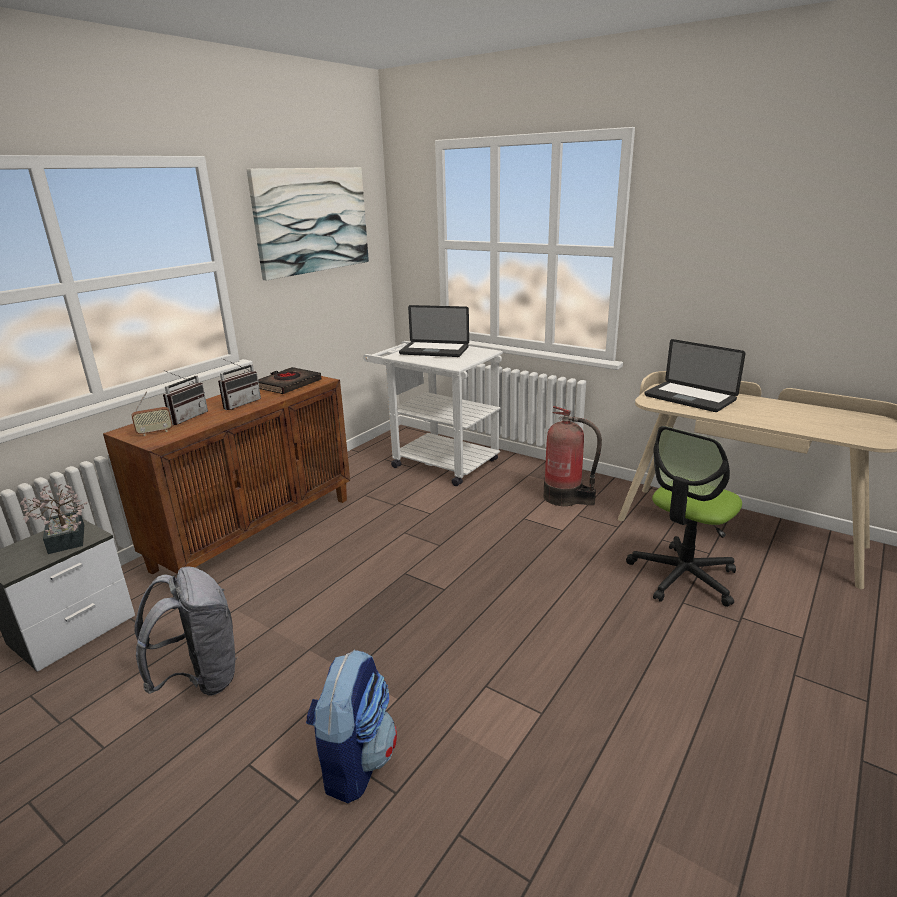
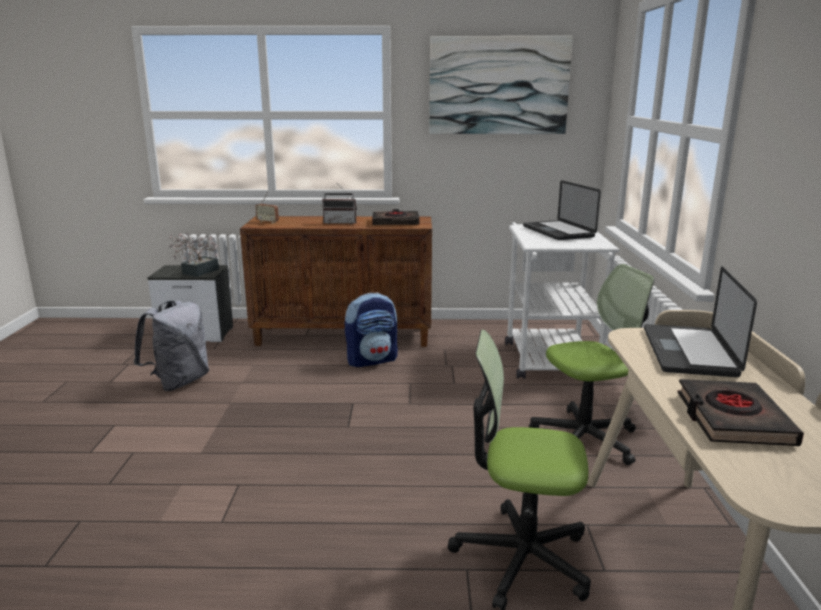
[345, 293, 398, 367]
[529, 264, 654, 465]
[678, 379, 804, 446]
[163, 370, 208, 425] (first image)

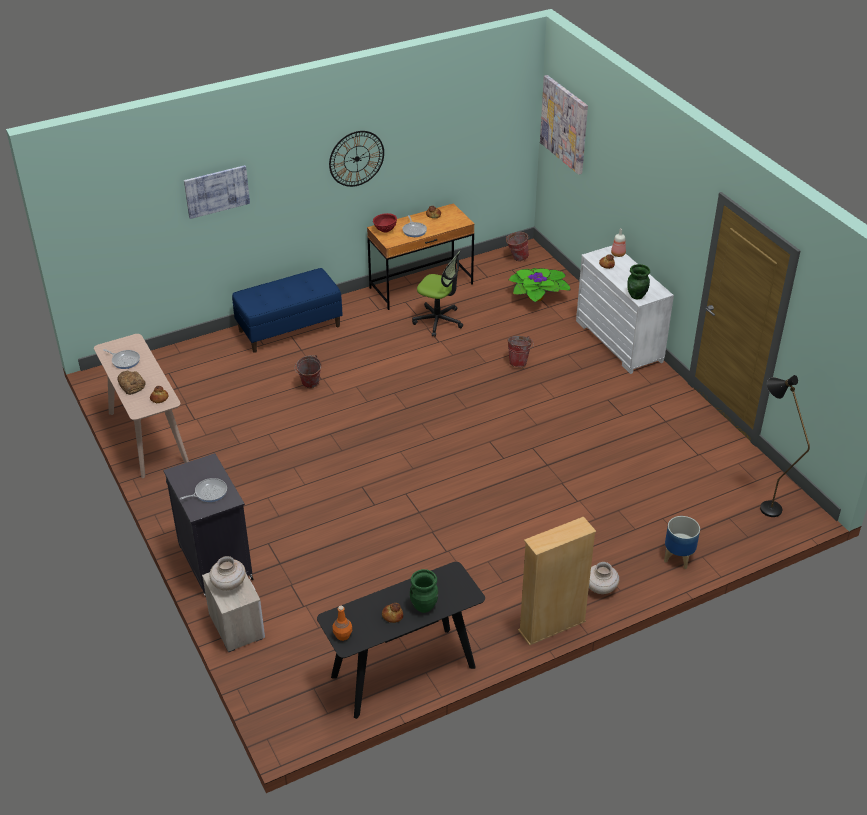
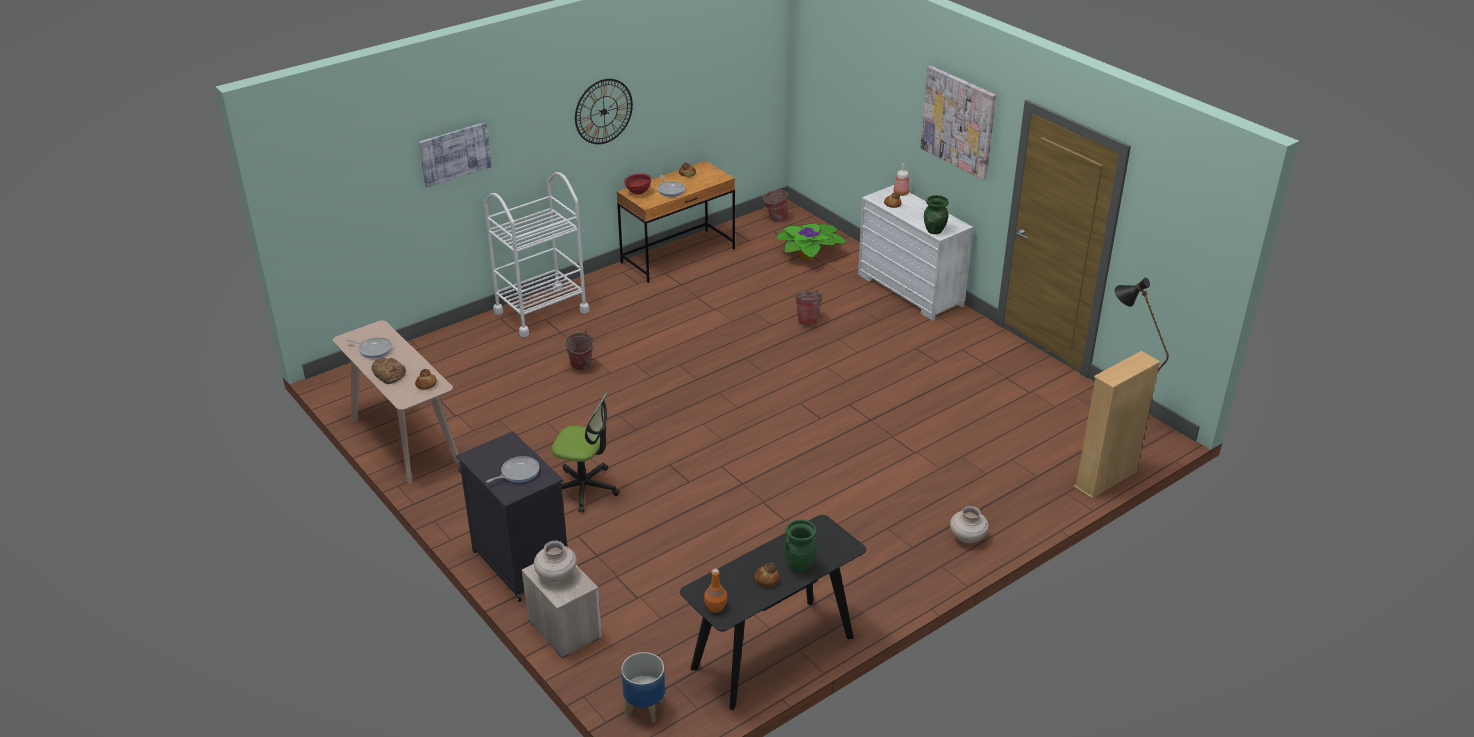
[484, 172, 589, 337]
[552, 392, 620, 513]
[621, 652, 665, 723]
[921, 66, 996, 180]
[1074, 351, 1160, 499]

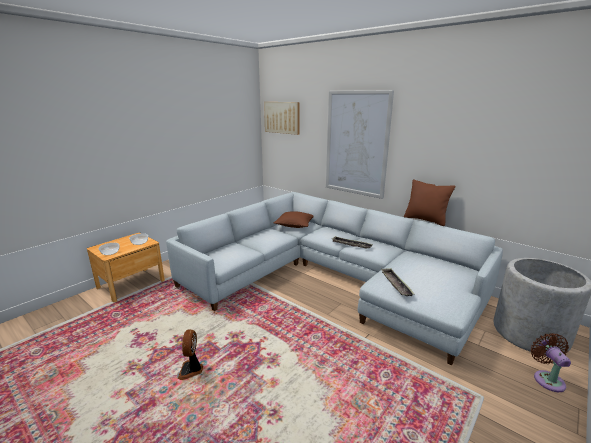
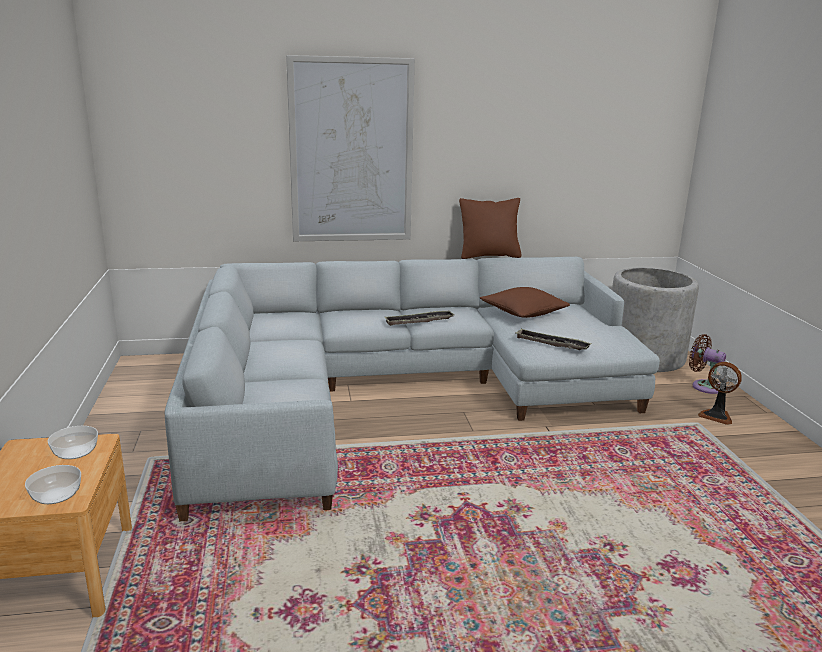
[480, 287, 570, 318]
[698, 362, 742, 425]
[264, 102, 300, 135] (first image)

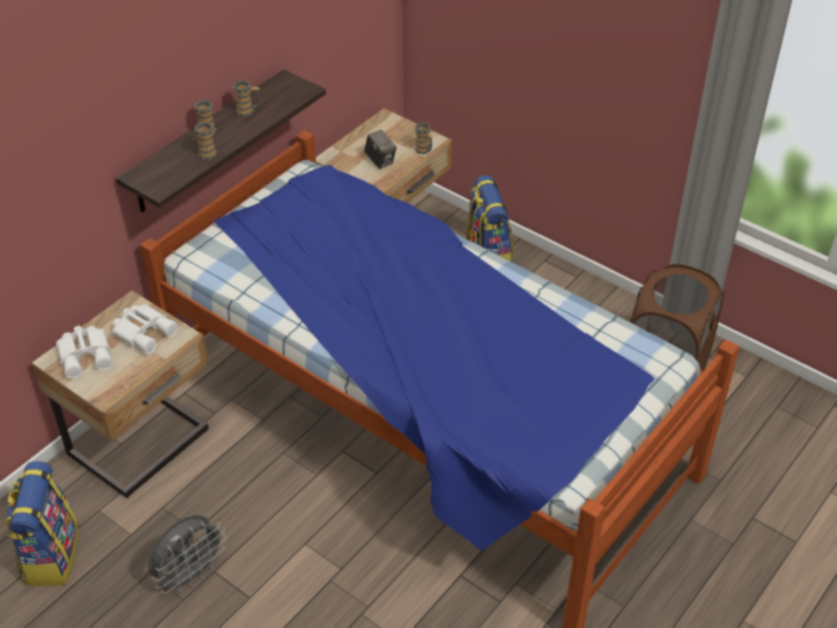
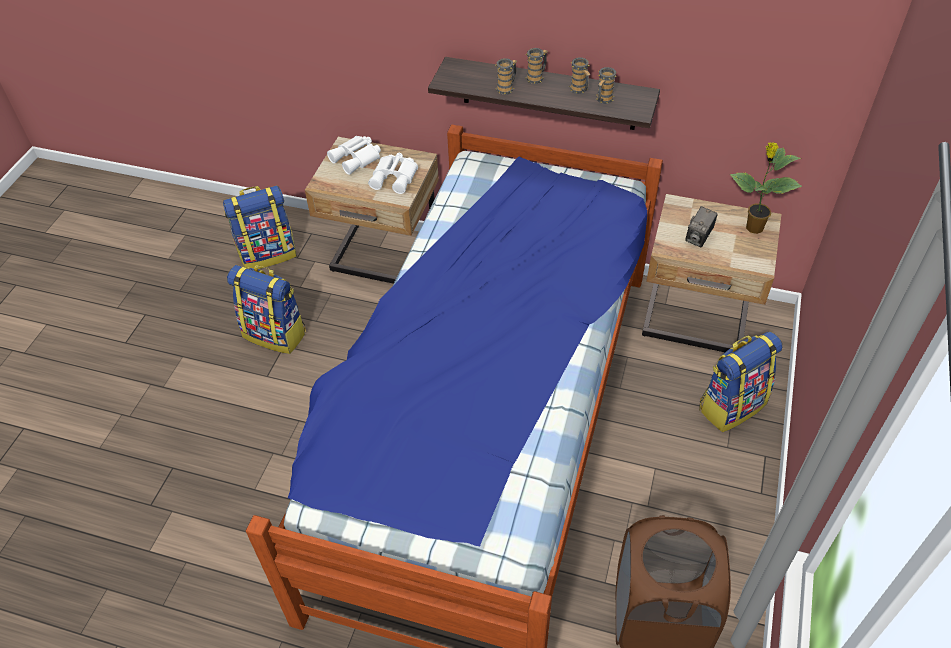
[227, 265, 306, 354]
[596, 67, 617, 104]
[730, 142, 802, 234]

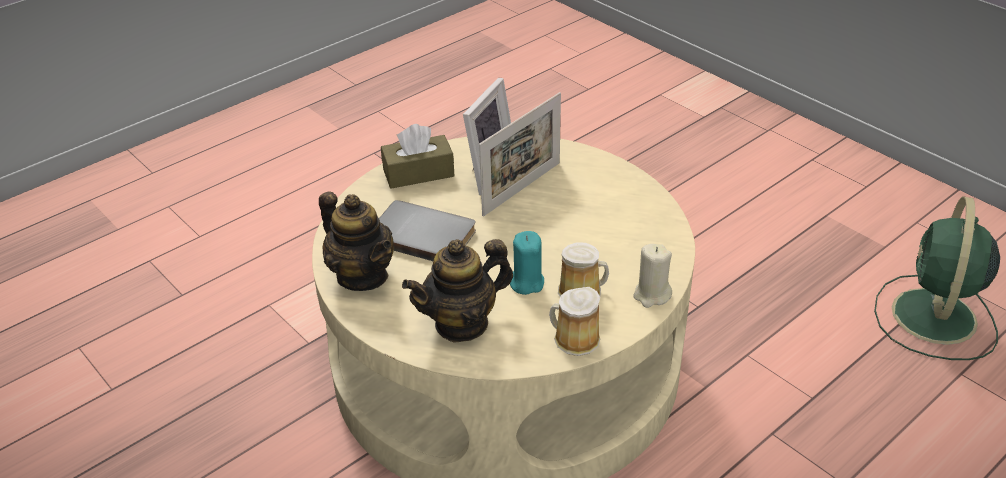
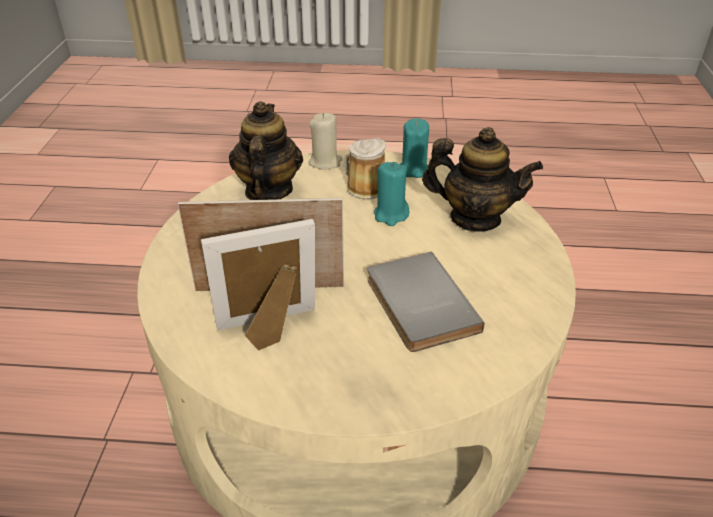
[229, 101, 303, 200]
[399, 119, 429, 178]
[381, 124, 455, 189] (first image)
[874, 196, 1000, 360] (first image)

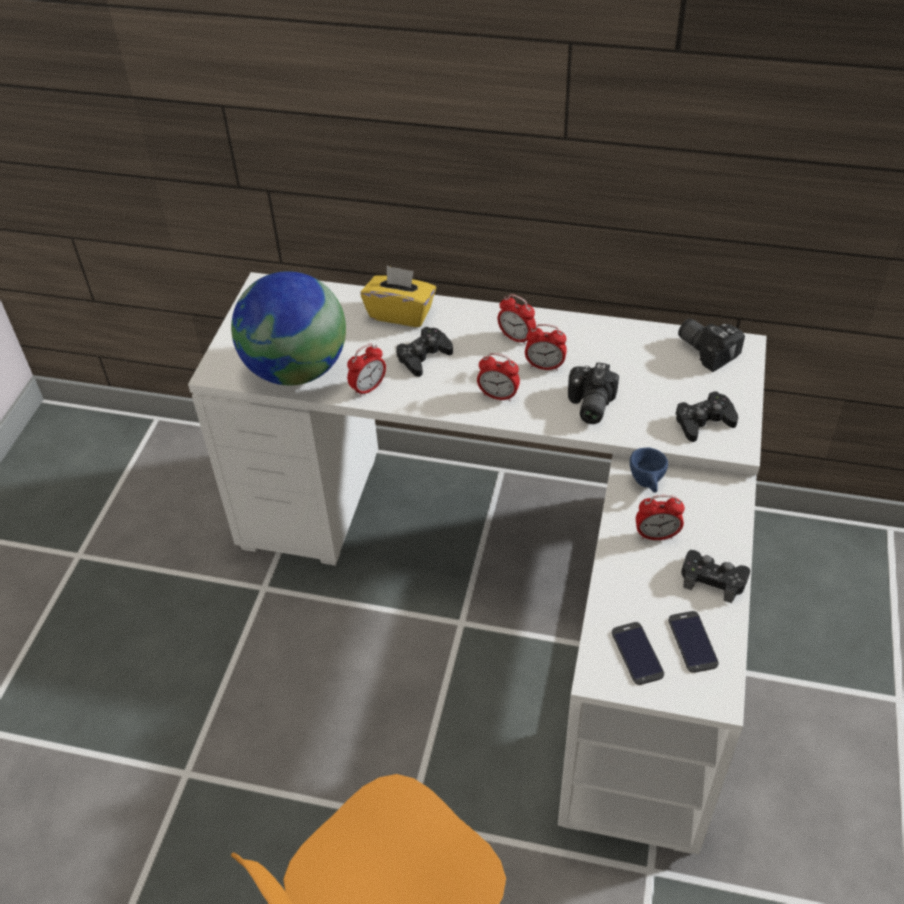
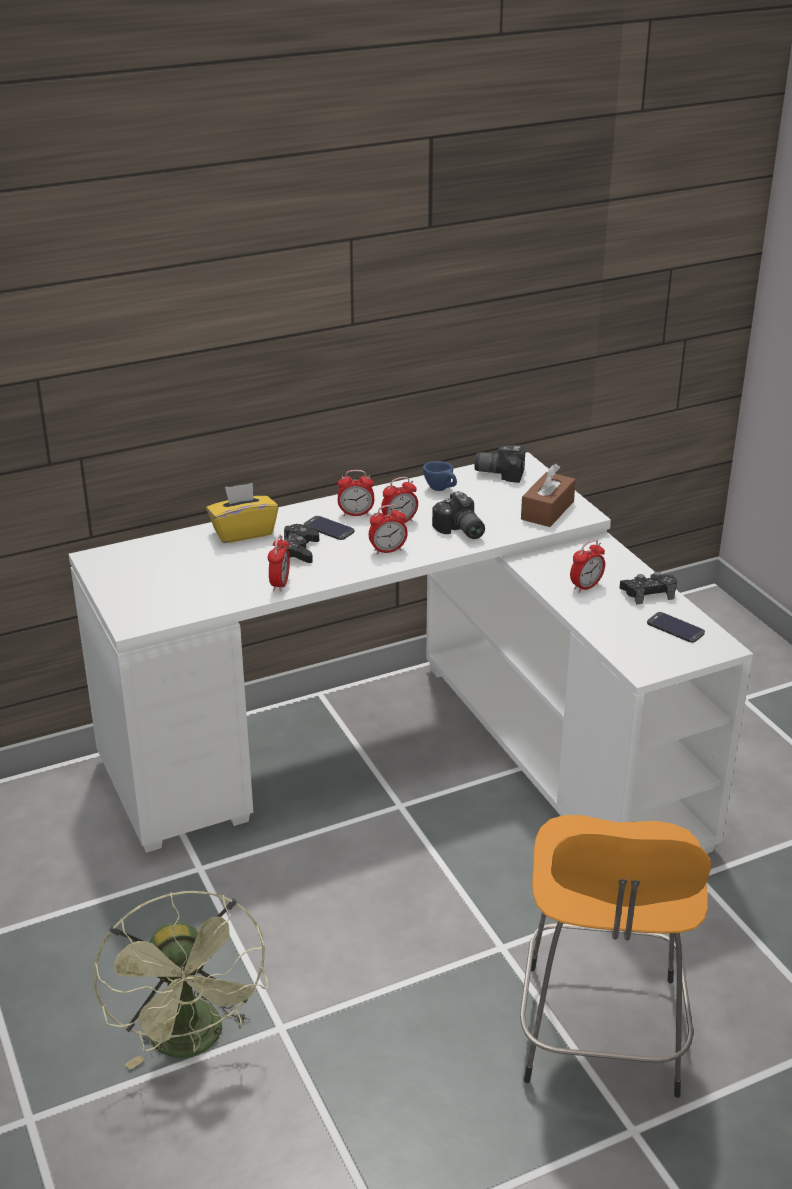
[94, 891, 268, 1070]
[304, 516, 355, 540]
[423, 461, 457, 491]
[521, 464, 576, 527]
[231, 271, 346, 385] (first image)

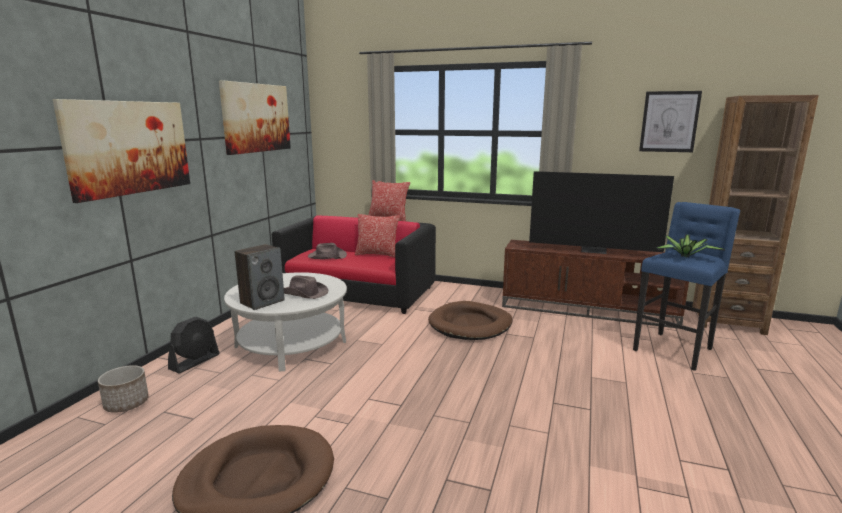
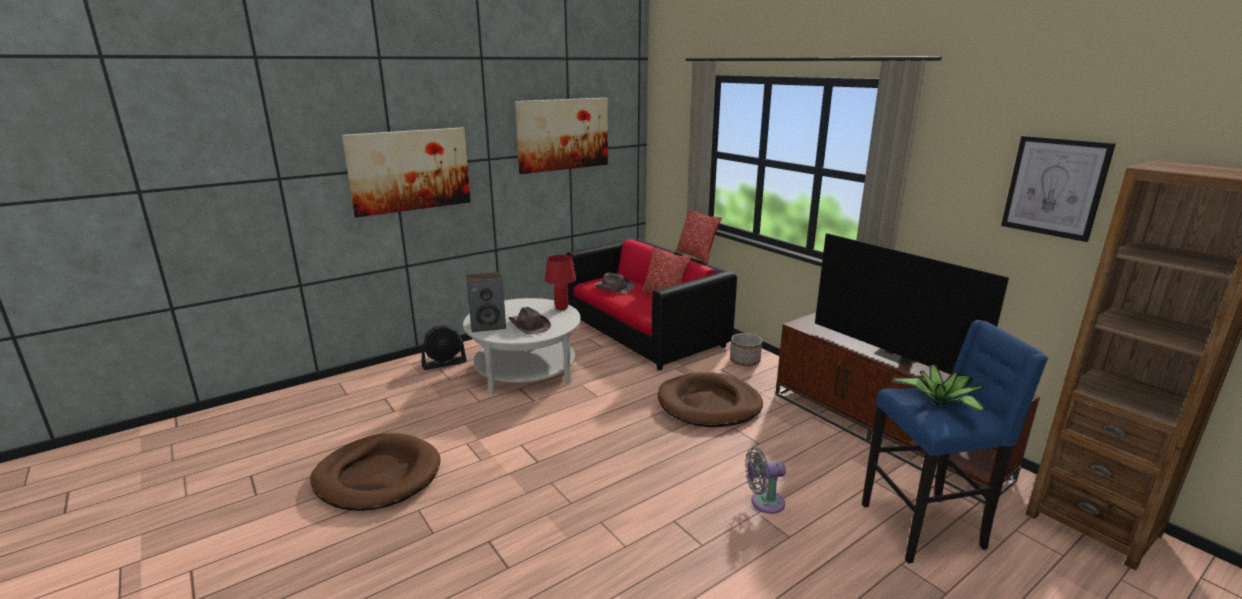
[545, 255, 576, 310]
[730, 333, 762, 366]
[745, 447, 786, 514]

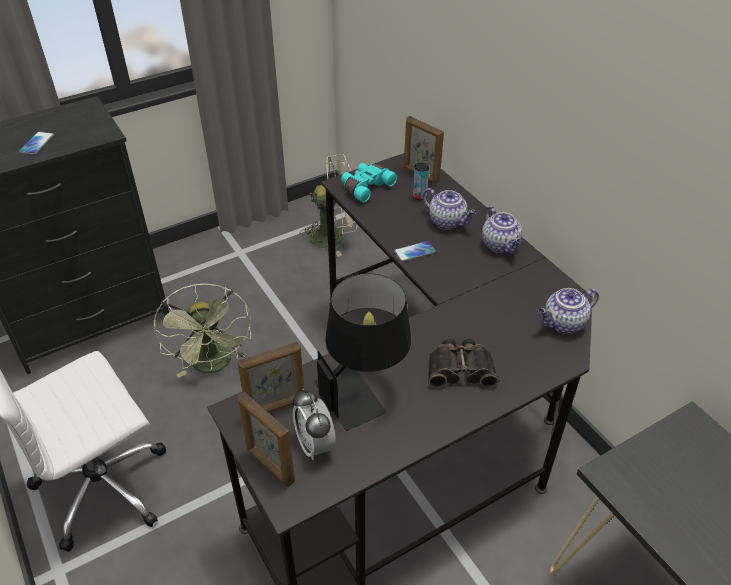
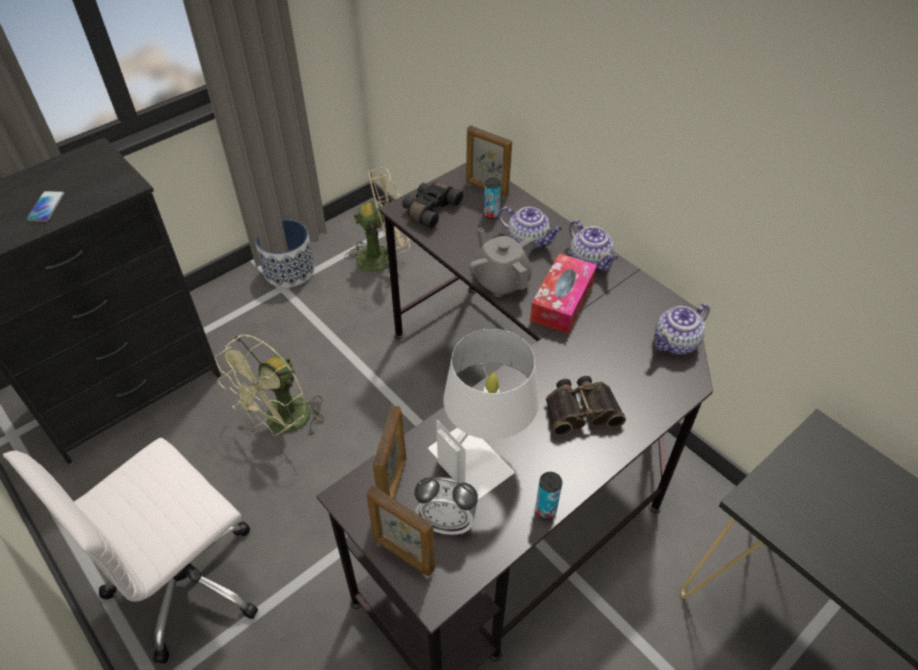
[215, 335, 325, 438]
[255, 219, 315, 288]
[373, 405, 406, 499]
[402, 182, 463, 229]
[414, 477, 478, 535]
[428, 329, 539, 500]
[469, 228, 536, 297]
[530, 253, 597, 334]
[535, 472, 562, 519]

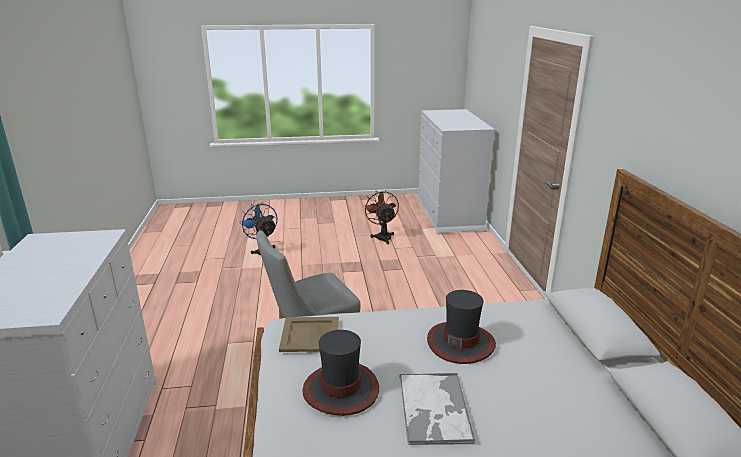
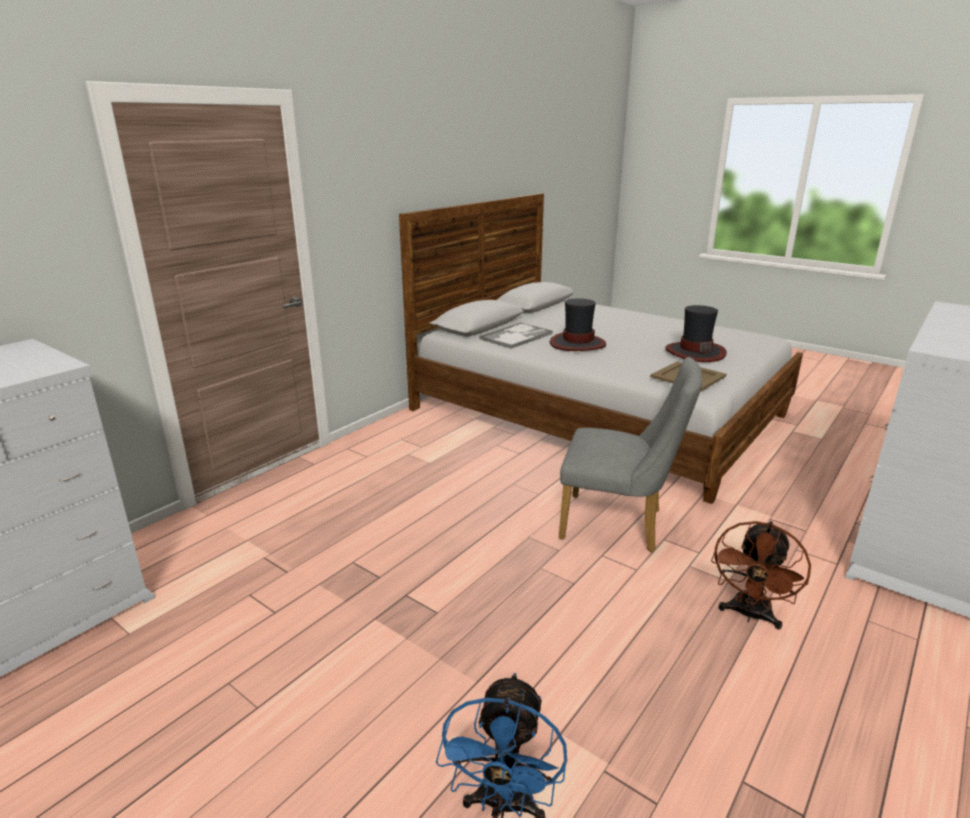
[479, 322, 553, 349]
[711, 521, 811, 630]

